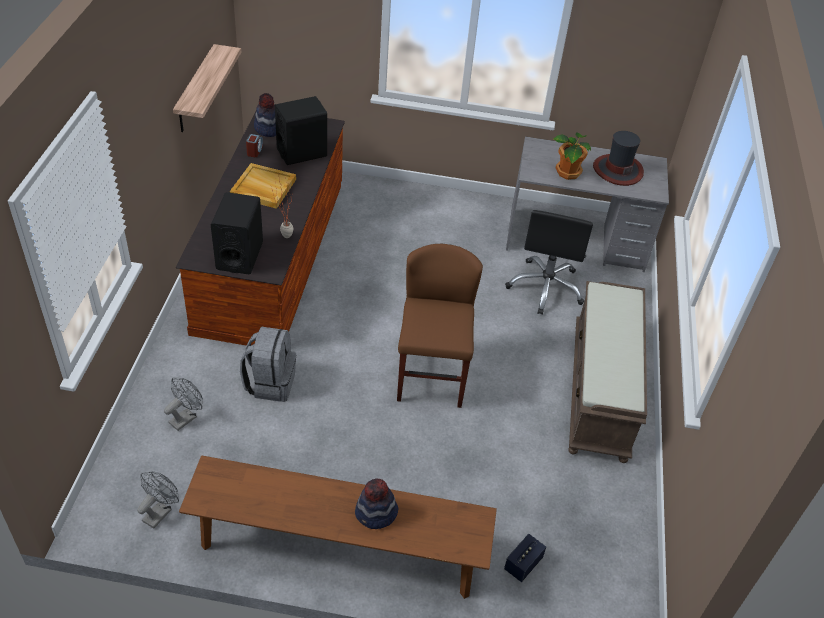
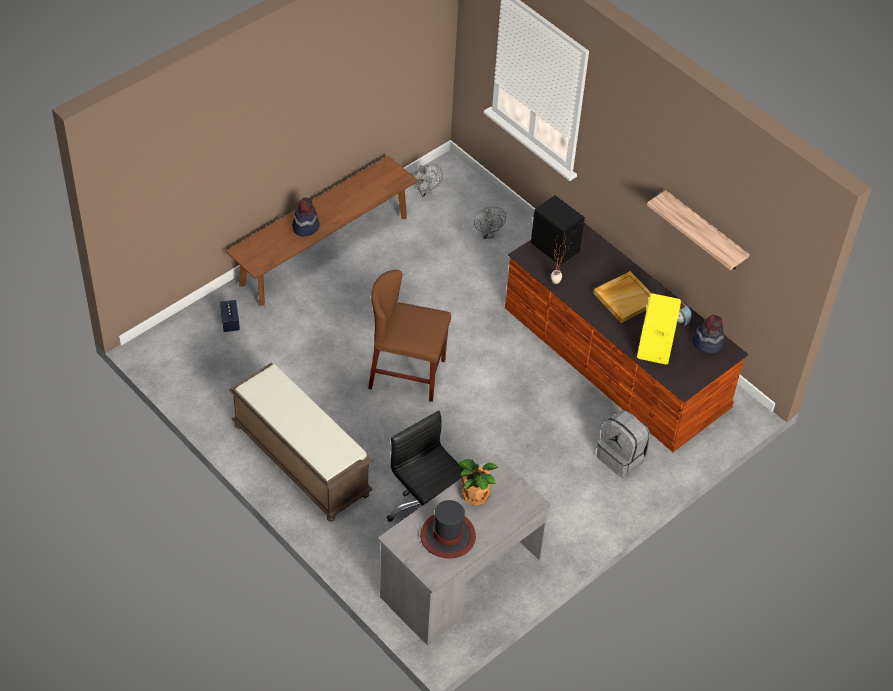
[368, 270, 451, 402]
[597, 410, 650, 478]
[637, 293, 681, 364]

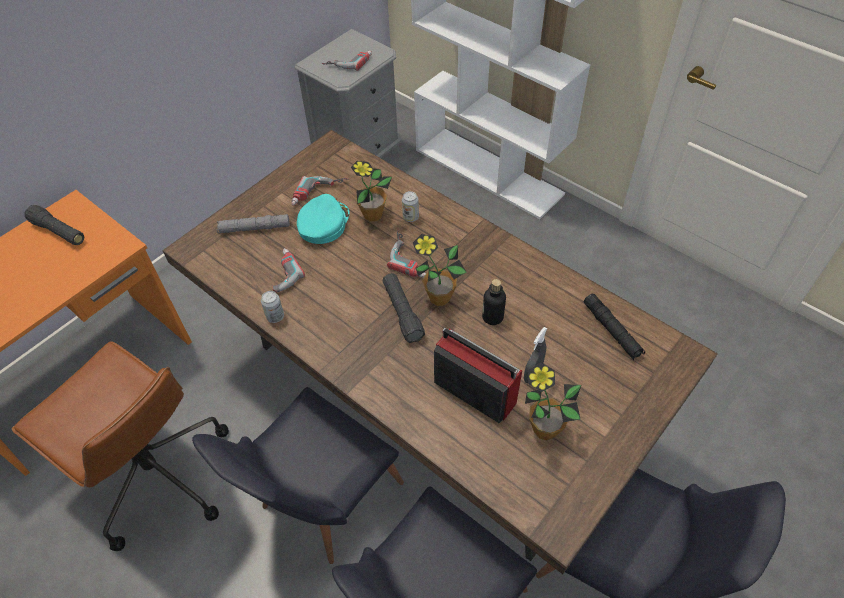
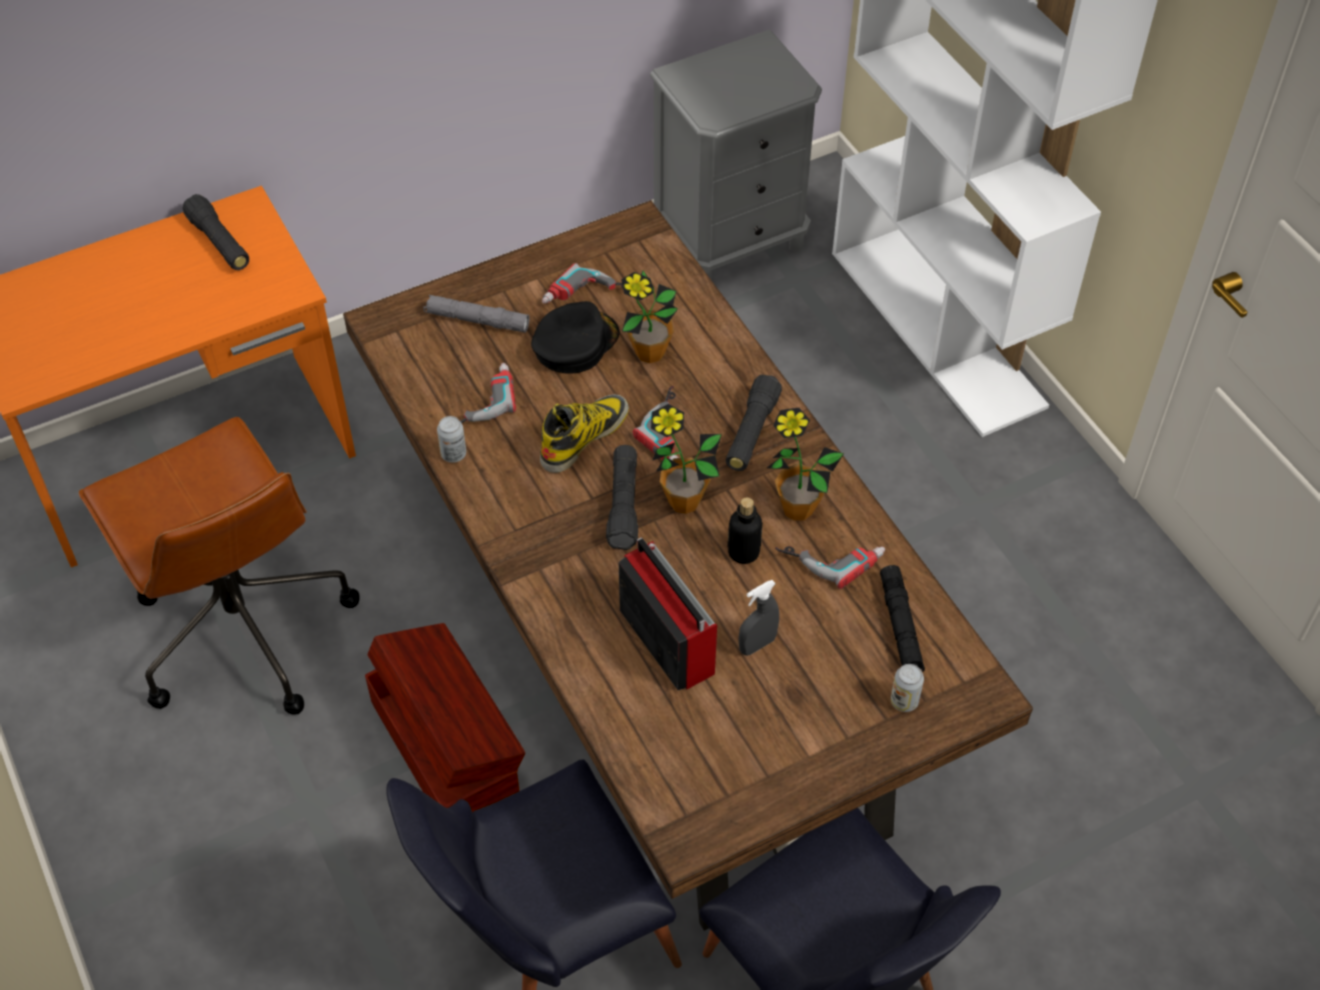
[365, 623, 525, 812]
[531, 301, 620, 374]
[540, 395, 629, 473]
[726, 375, 782, 471]
[767, 408, 844, 521]
[775, 546, 885, 589]
[891, 664, 924, 712]

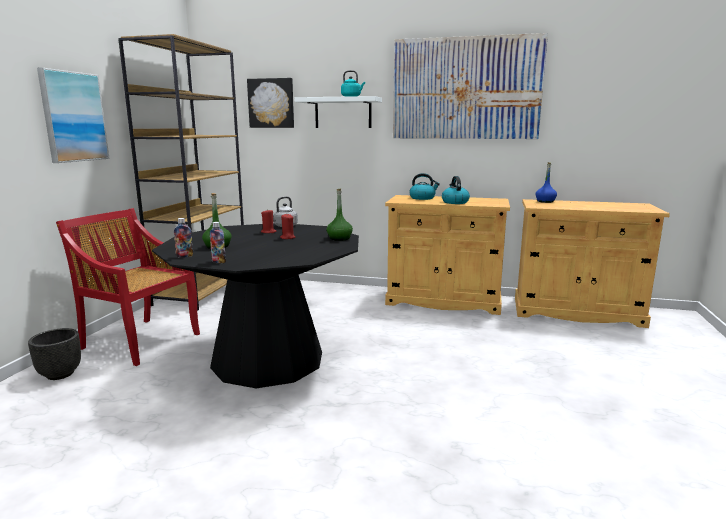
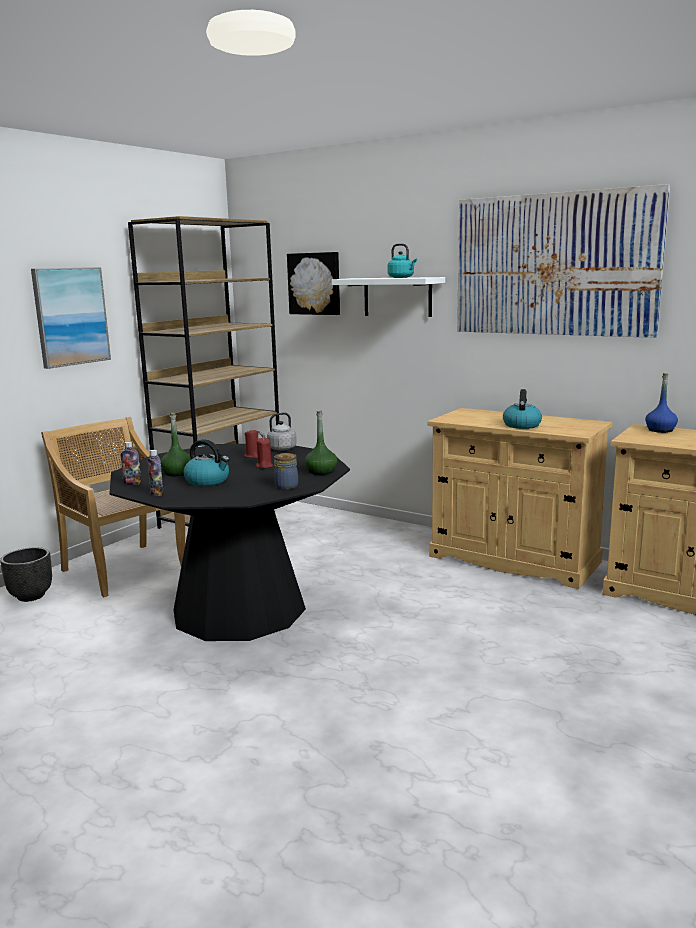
[41, 417, 185, 597]
[183, 439, 230, 486]
[274, 453, 298, 490]

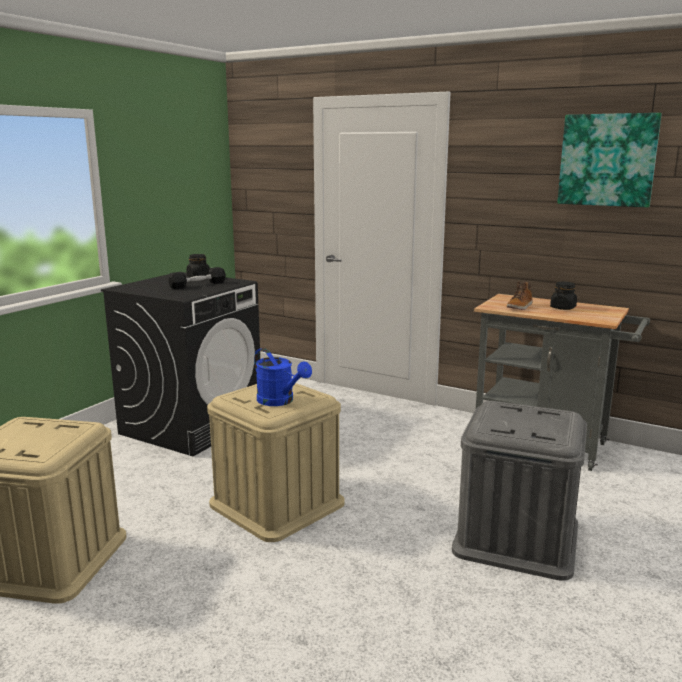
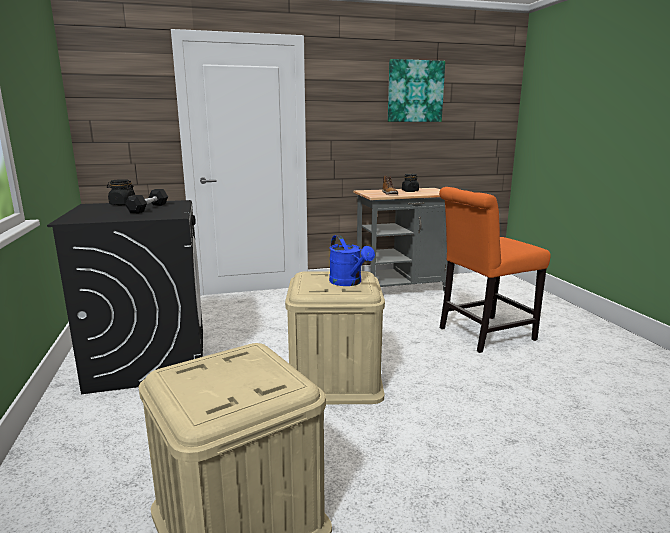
[329, 235, 375, 286]
[439, 187, 551, 353]

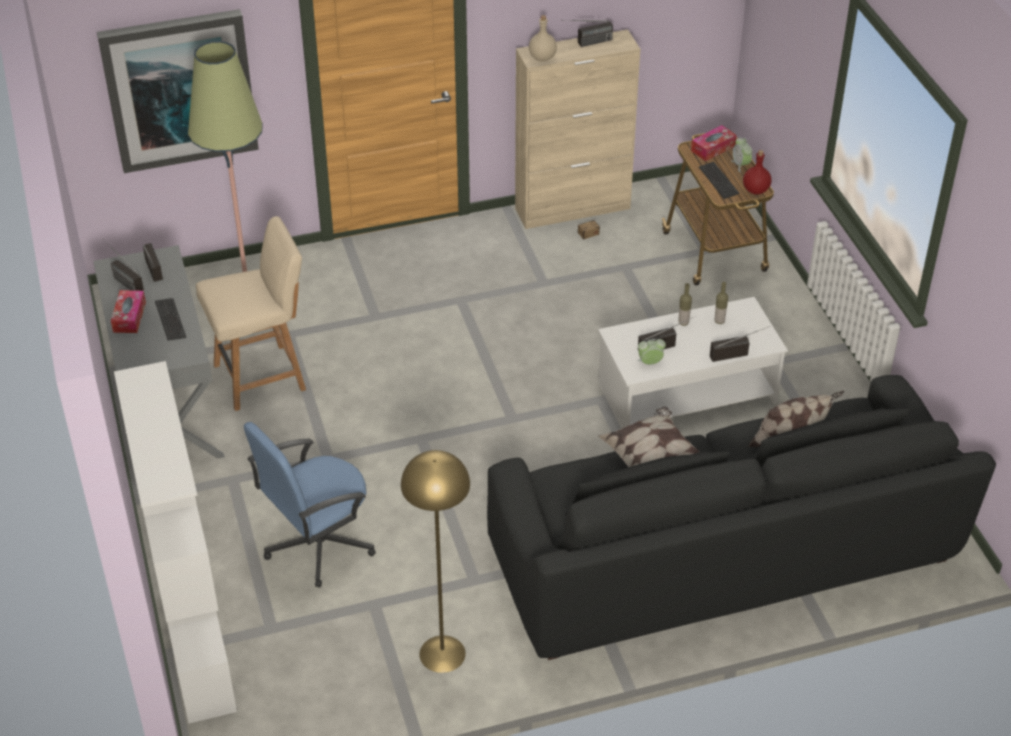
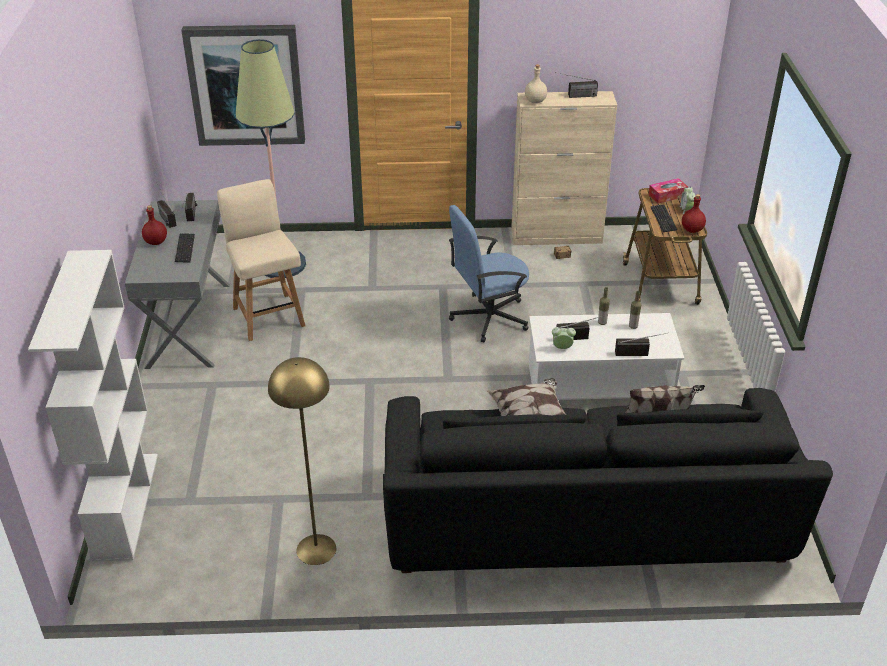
[142, 205, 167, 245]
[217, 179, 305, 341]
[449, 205, 529, 343]

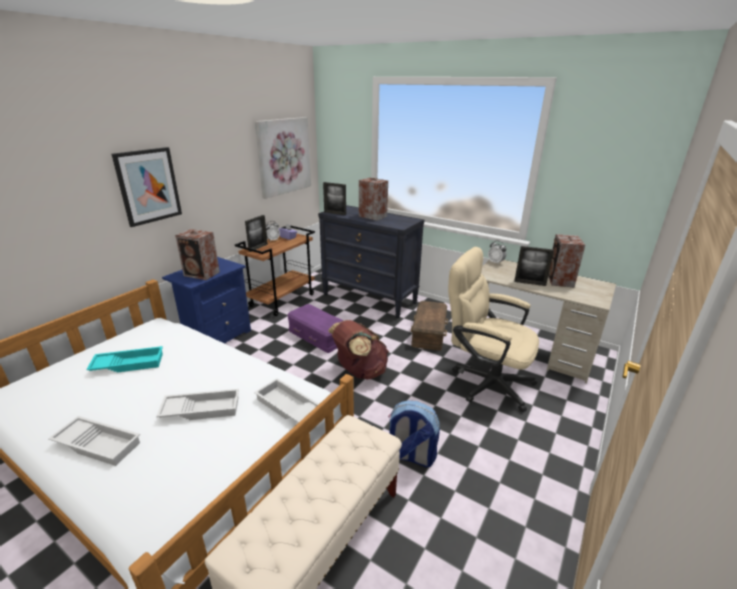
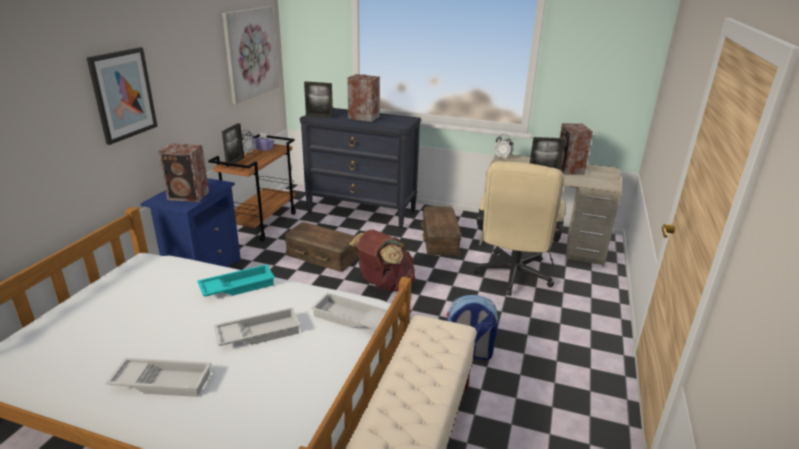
[197, 264, 275, 297]
[284, 222, 359, 272]
[473, 161, 565, 296]

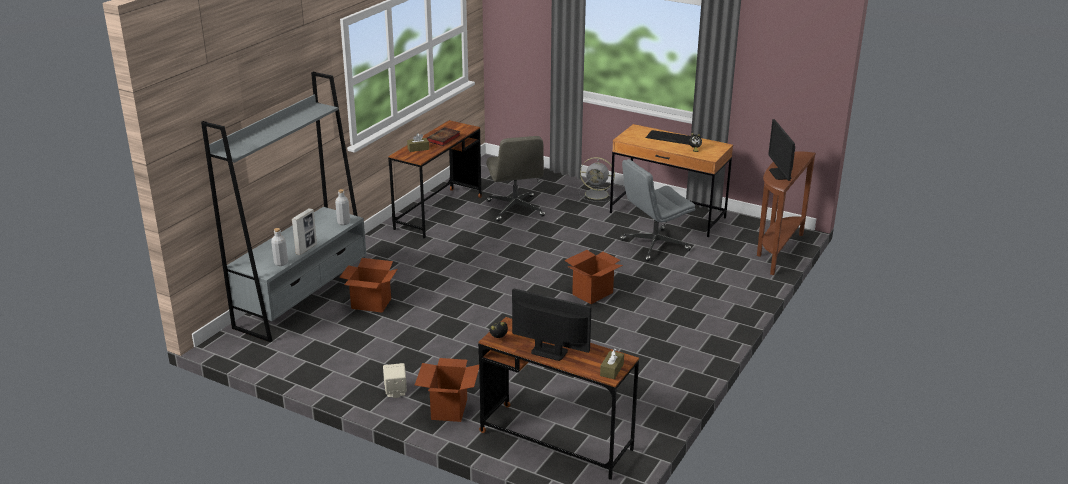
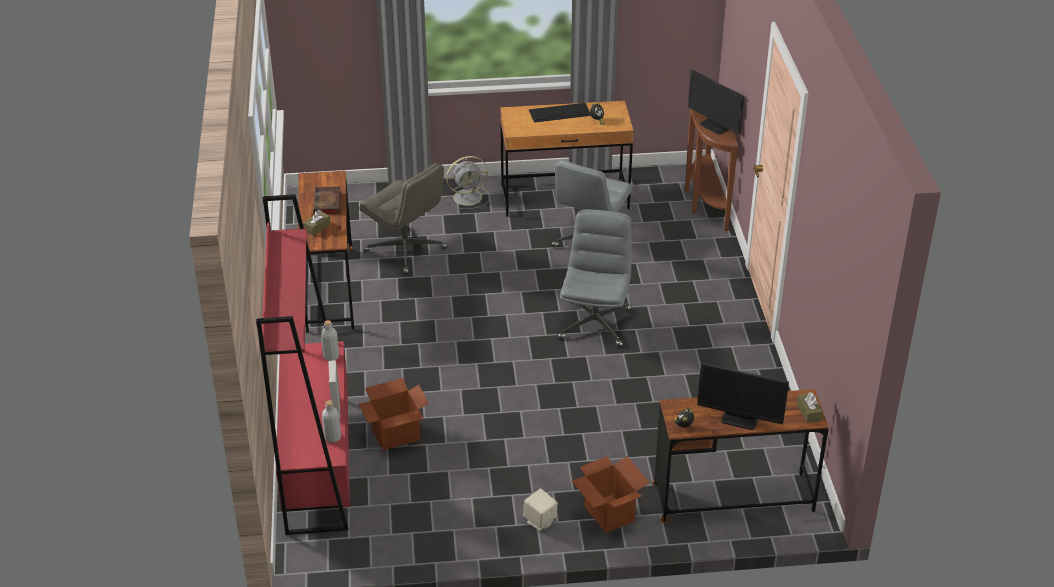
[256, 194, 350, 535]
[558, 209, 632, 347]
[697, 363, 789, 430]

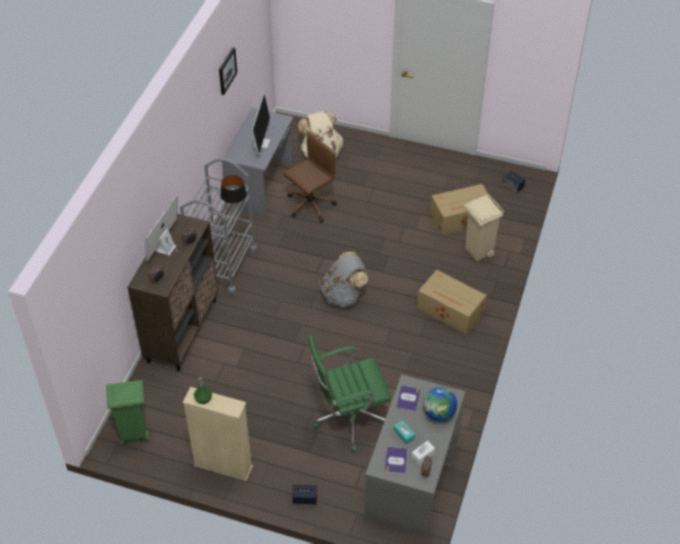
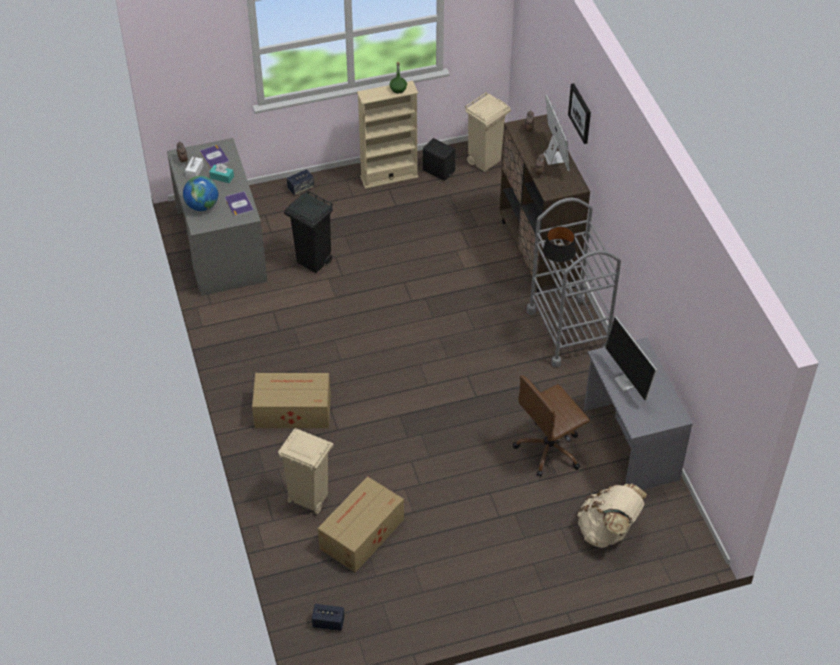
[284, 190, 333, 273]
[423, 138, 456, 181]
[465, 92, 511, 172]
[513, 375, 590, 477]
[568, 83, 591, 144]
[319, 252, 368, 308] (first image)

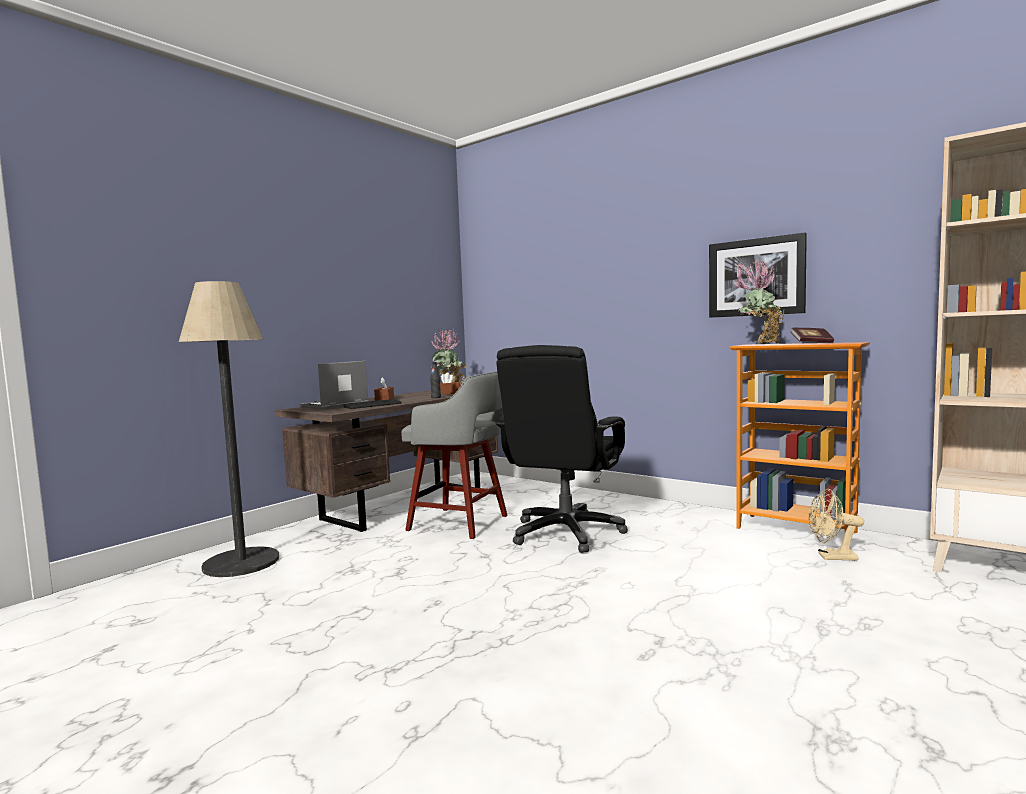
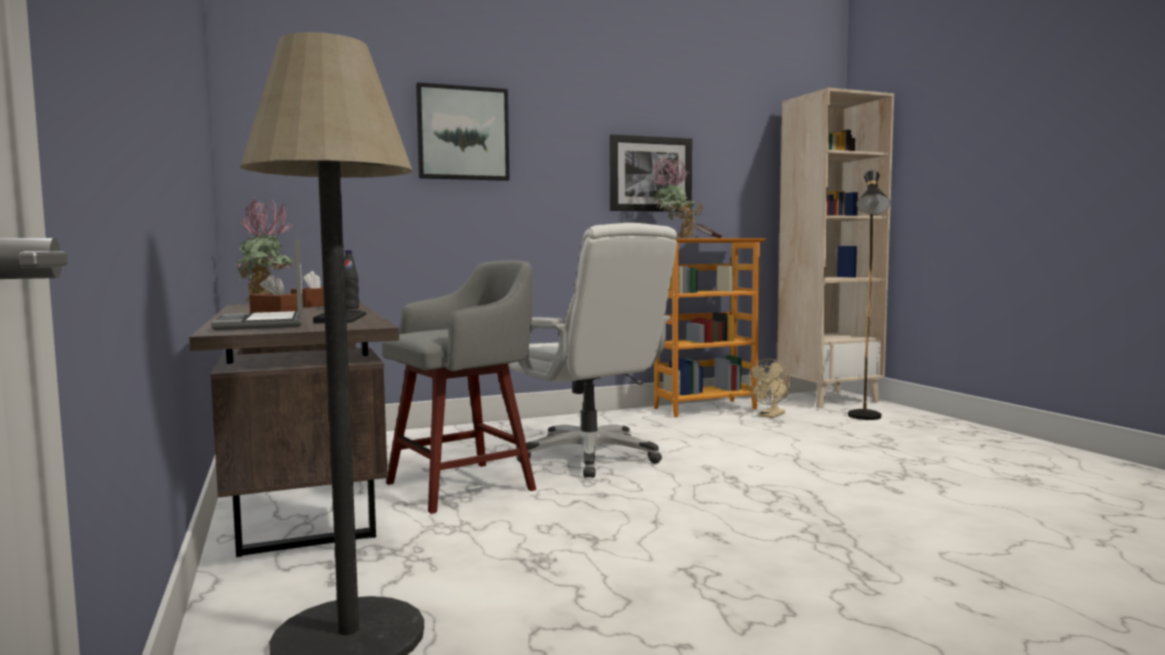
[416, 82, 509, 181]
[508, 223, 677, 478]
[848, 170, 890, 420]

